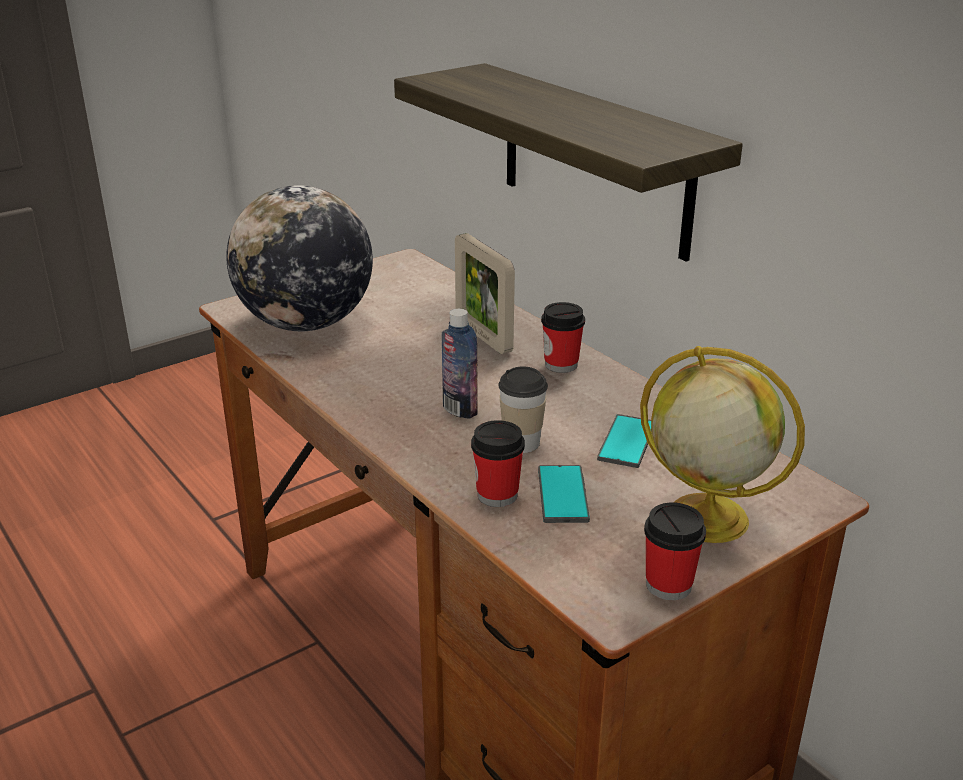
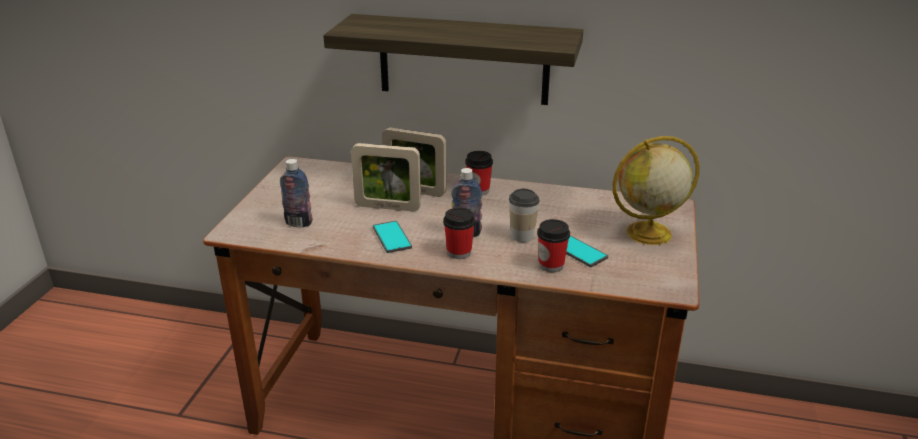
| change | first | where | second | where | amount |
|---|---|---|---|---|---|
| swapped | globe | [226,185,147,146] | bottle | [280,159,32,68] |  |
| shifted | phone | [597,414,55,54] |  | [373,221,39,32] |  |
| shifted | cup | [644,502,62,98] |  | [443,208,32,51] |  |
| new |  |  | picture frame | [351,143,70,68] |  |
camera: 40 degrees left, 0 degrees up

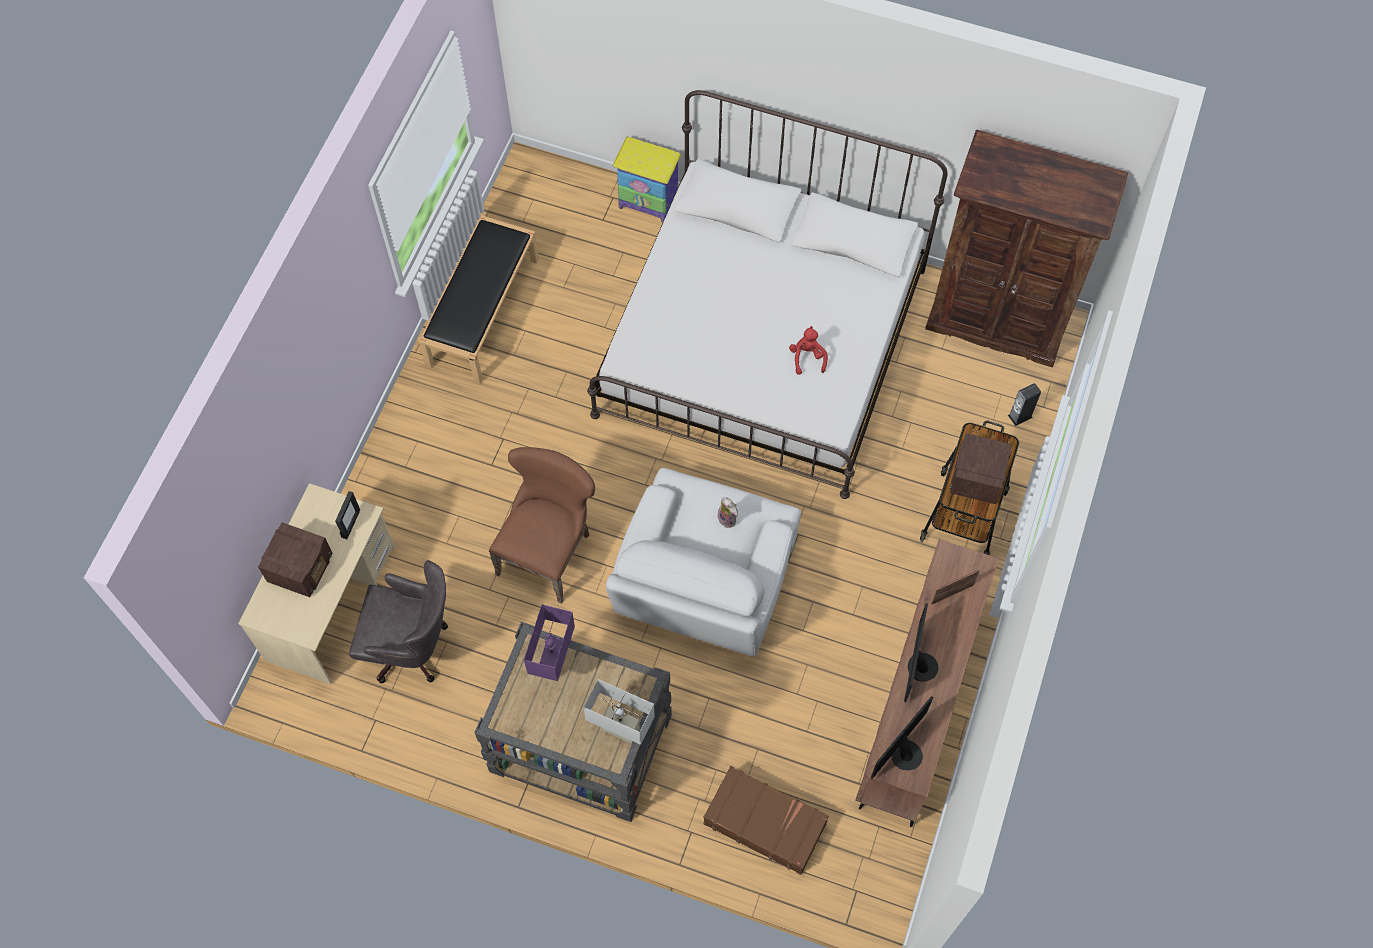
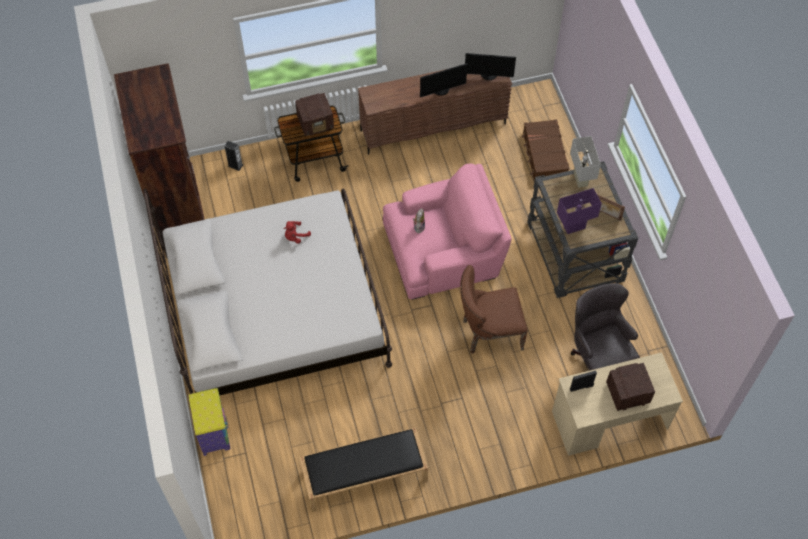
| change | first | where | second | where | amount |
|---|---|---|---|---|---|
| repainted | white armchair | [606,468,195,188] | pink armchair | [383,164,128,136] |  |
| shifted | picture frame | [931,570,49,35] |  | [598,195,27,26] |  |
camera: 125 degrees left, 5 degrees down

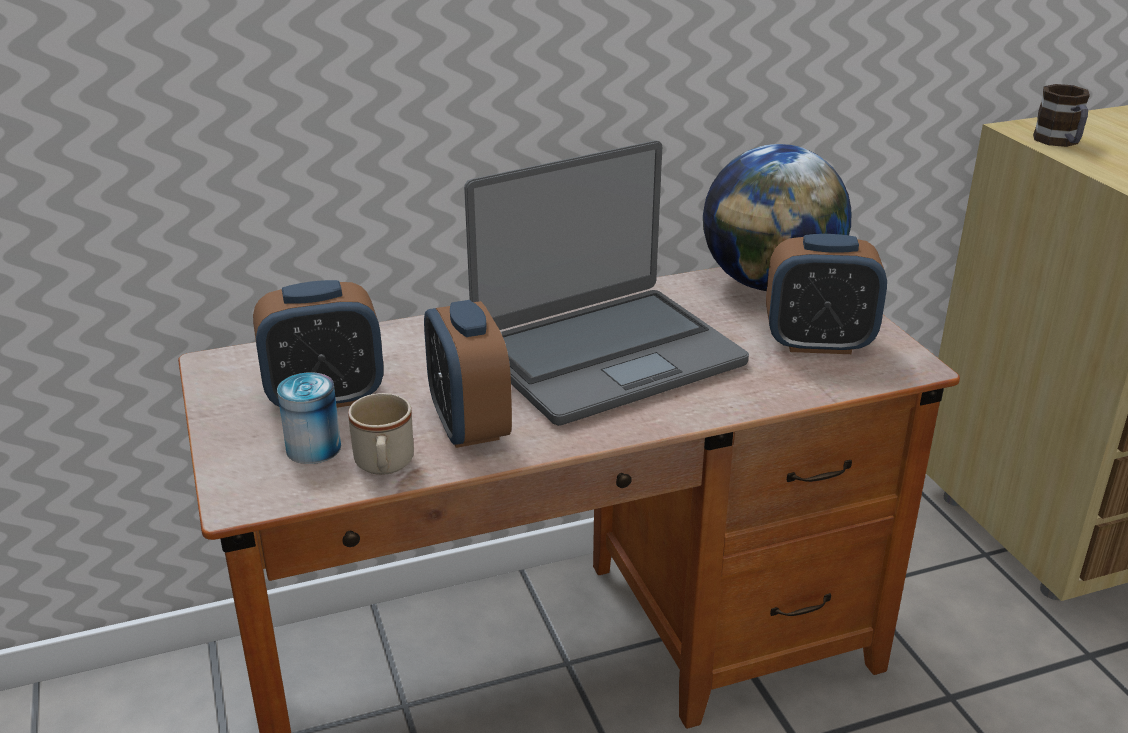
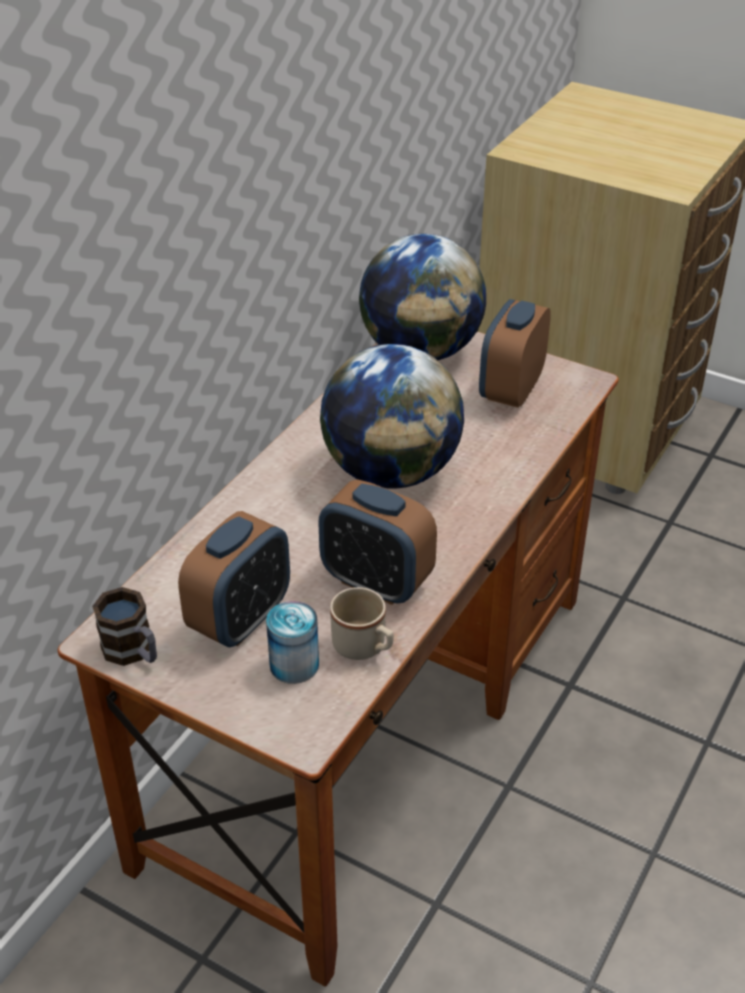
| change | first | where | second | where | amount |
|---|---|---|---|---|---|
| swapped | laptop | [464,141,285,285] | globe | [320,344,144,145] |  |
| rotated | alarm clock | [766,234,121,120] |  | [479,299,72,109] | 150 degrees clockwise |
| shifted | mug | [1033,84,57,63] |  | [92,587,65,79] |  |
camera: 40 degrees left, 10 degrees up

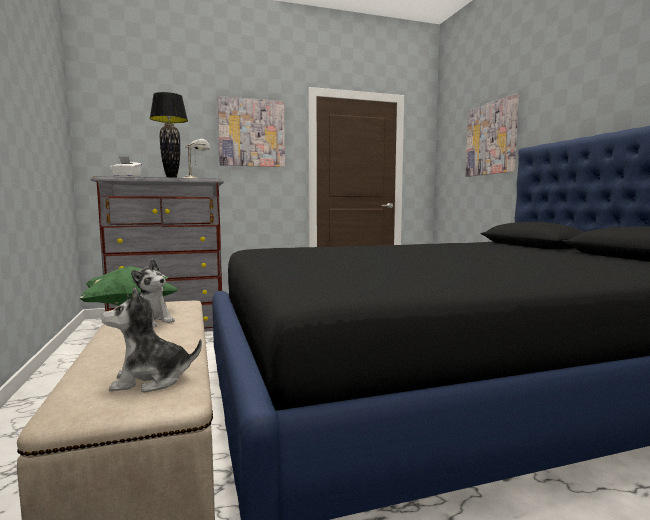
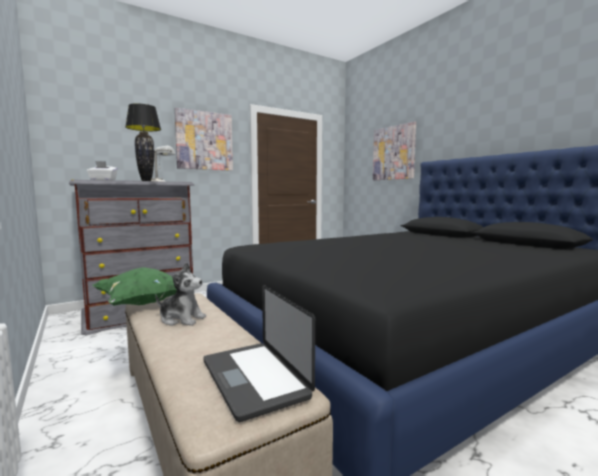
| change | first | where | second | where | amount |
|---|---|---|---|---|---|
| swapped | plush toy | [101,287,101,106] | laptop | [203,285,112,137] |  |
camera: 15 degrees left, 0 degrees up

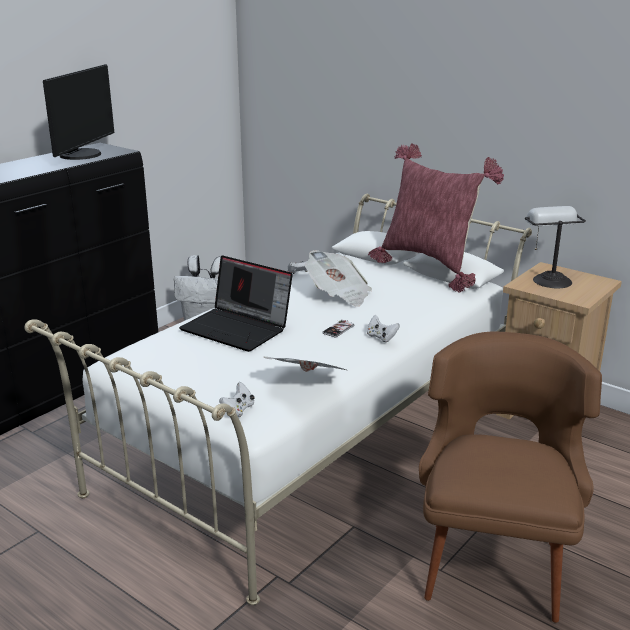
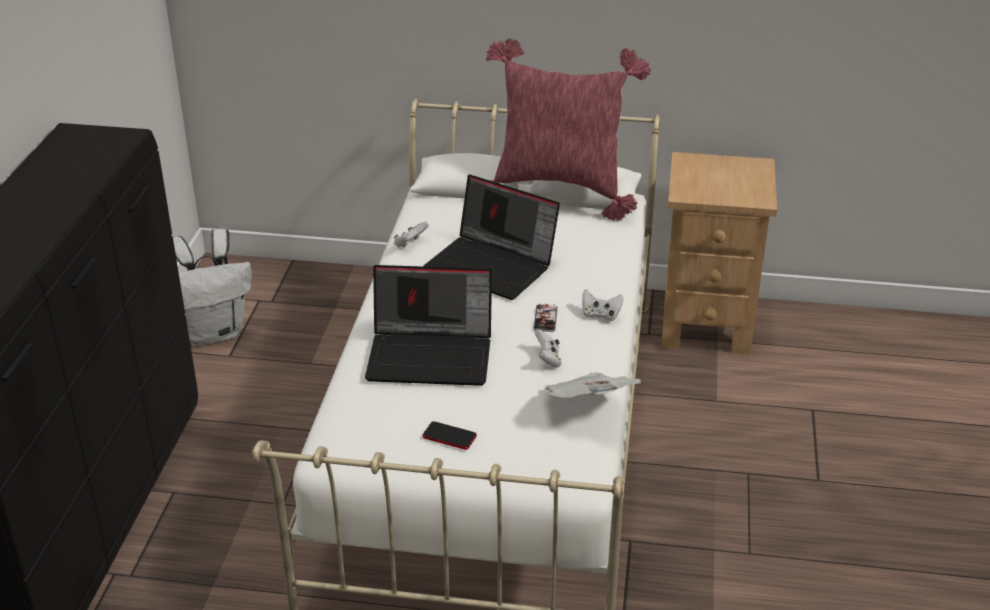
| change | first | where | second | where | amount |
|---|---|---|---|---|---|
| gone | monitor | [43,64,71,96] |  |  |  |
| shifted | white game controller | [219,382,35,35] |  | [535,330,27,38] |  |
| swapped | newspaper | [305,250,67,56] | laptop | [423,174,137,126] |  |
| gone | brown chair | [419,331,183,292] |  |  |  |
| gone | table lamp | [525,206,61,82] |  |  |  |
| new |  |  | phone | [423,421,54,29] |  |
camera: 30 degrees left, 10 degrees up

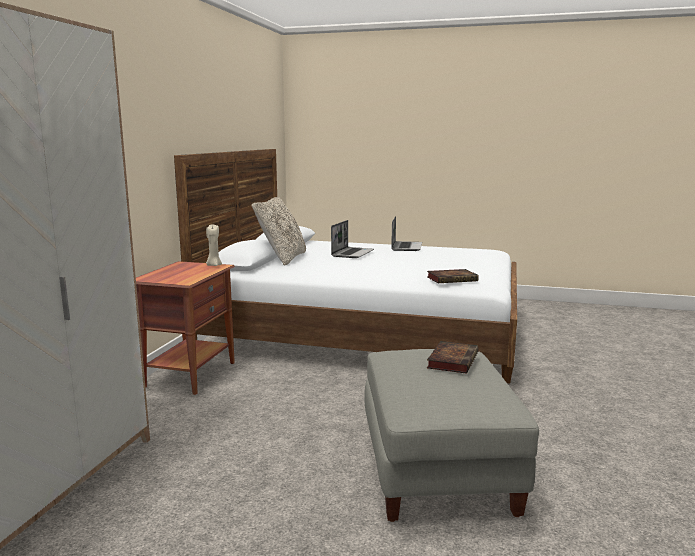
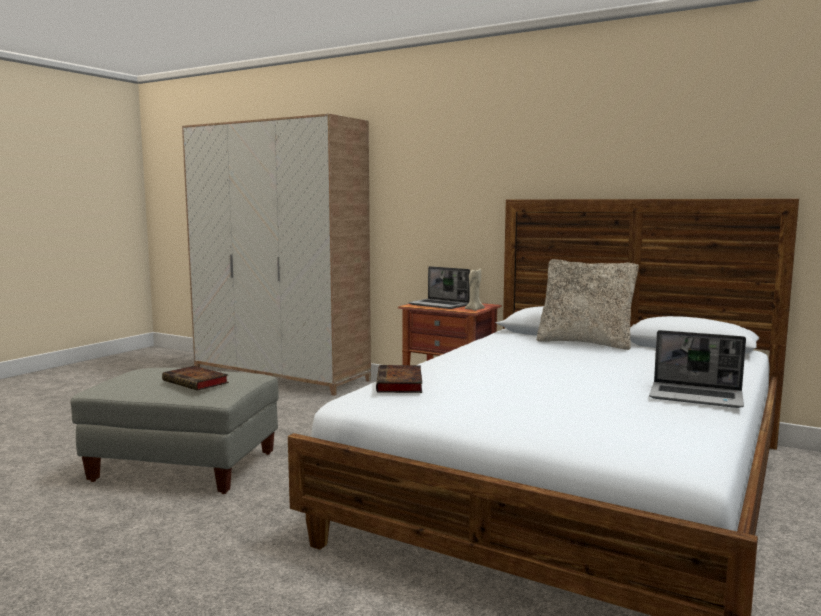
| change | first | where | second | where | amount |
|---|---|---|---|---|---|
| shifted | laptop | [331,220,43,38] |  | [408,266,62,43] |  |
camera: 105 degrees right, 5 degrees down

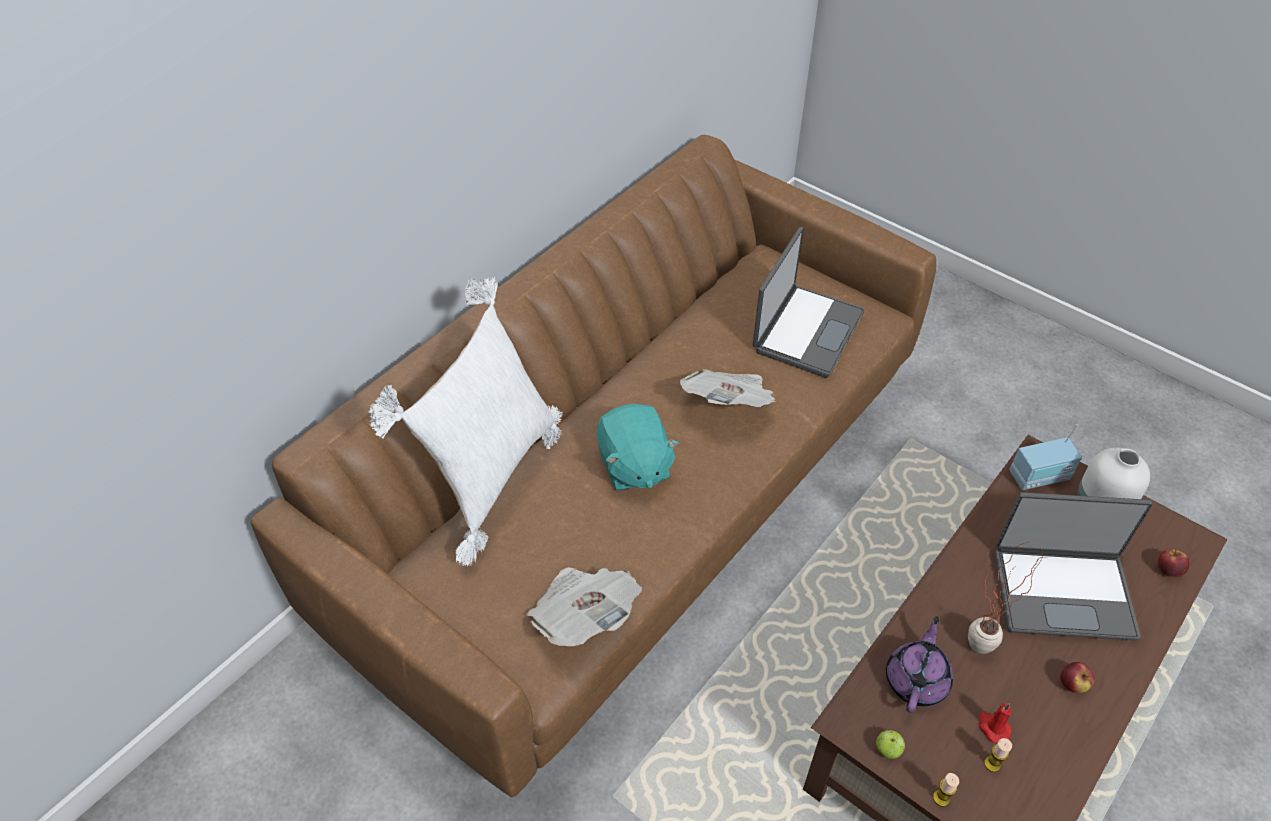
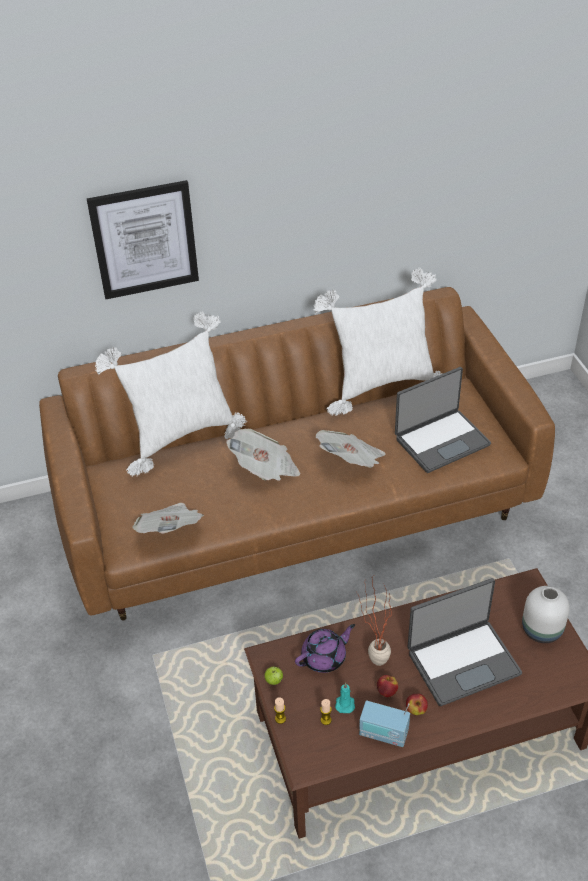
| change | first | where | second | where | amount |
|---|---|---|---|---|---|
| swapped | turquoise plush toy | [596,404,83,87] | newspaper | [226,429,75,52] |  |
| repainted | red candle | [979,703,33,40] | turquoise candle | [335,683,20,30] |  |
| rotated | laptop | [994,492,158,148] |  | [407,578,115,128] | 60 degrees counterclockwise |
| shifted | radio | [1009,424,73,66] |  | [359,700,51,47] |  |
| shifted | apple | [1157,549,32,29] |  | [377,675,21,22] |  |
| new |  |  | picture | [87,180,112,119] |  |
| new |  |  | white pillow | [314,268,128,148] |  |
camera: 35 degrees right, 5 degrees down

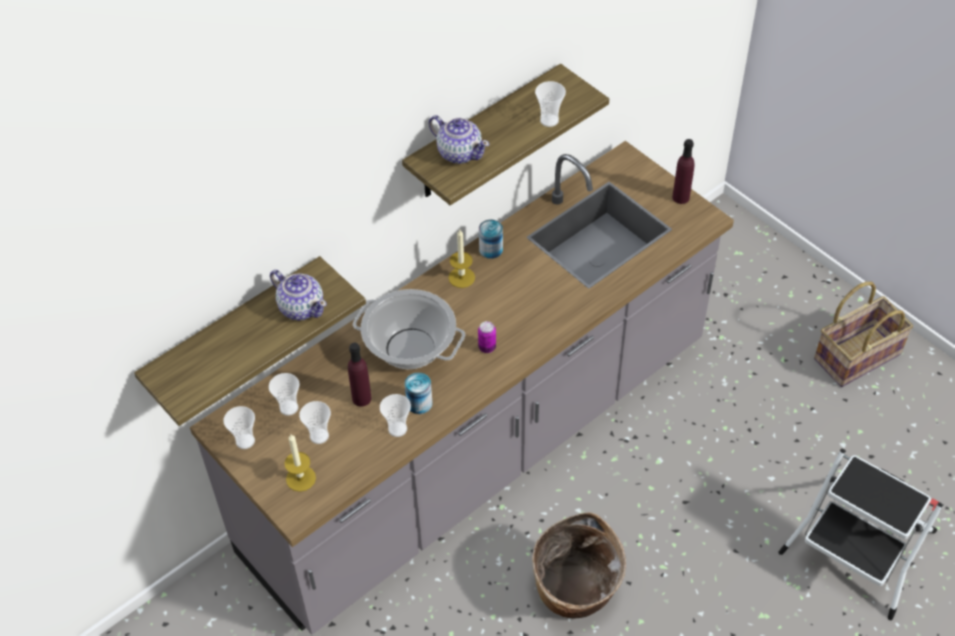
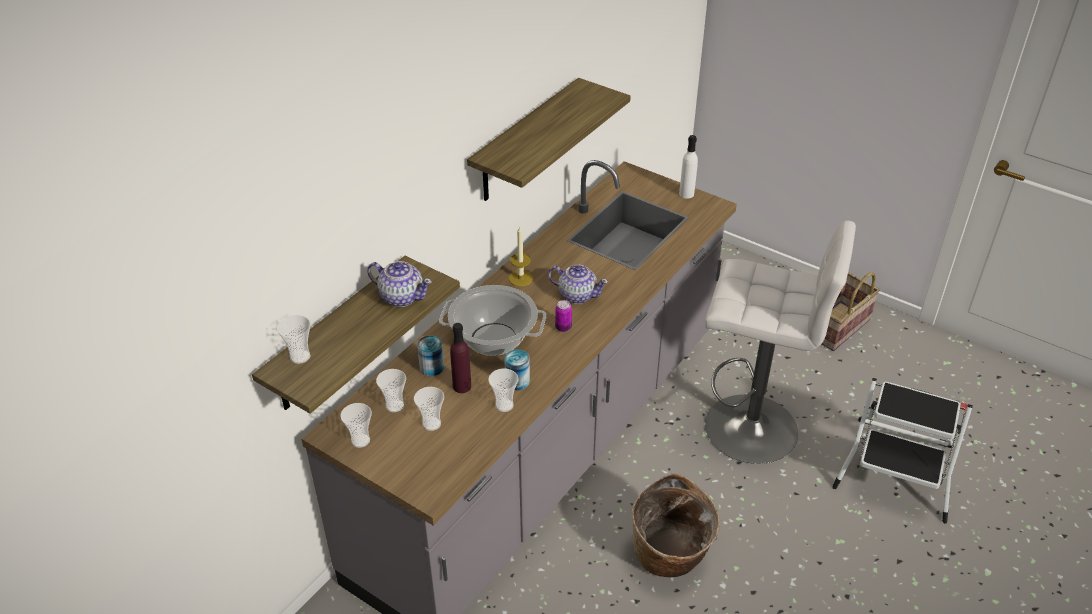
| change | first | where | second | where | amount |
|---|---|---|---|---|---|
| gone | candle | [284,434,32,58] |  |  |  |
| shifted | teapot | [429,115,61,49] |  | [548,265,60,39] |  |
| shifted | can | [479,220,24,39] |  | [417,336,27,40] |  |
| shifted | cup | [535,81,31,46] |  | [277,315,34,49] |  |
| repainted | purple bottle | [672,139,22,65] | white bottle | [679,135,19,64] |  |
| new |  |  | white stool | [705,220,151,244] |  |
camera: 15 degrees left, 10 degrees down

